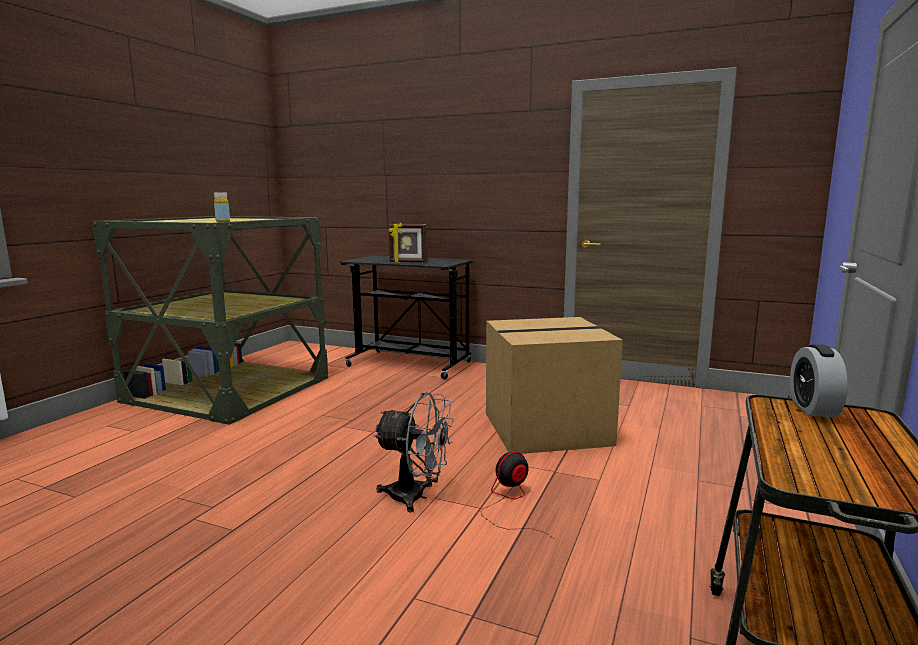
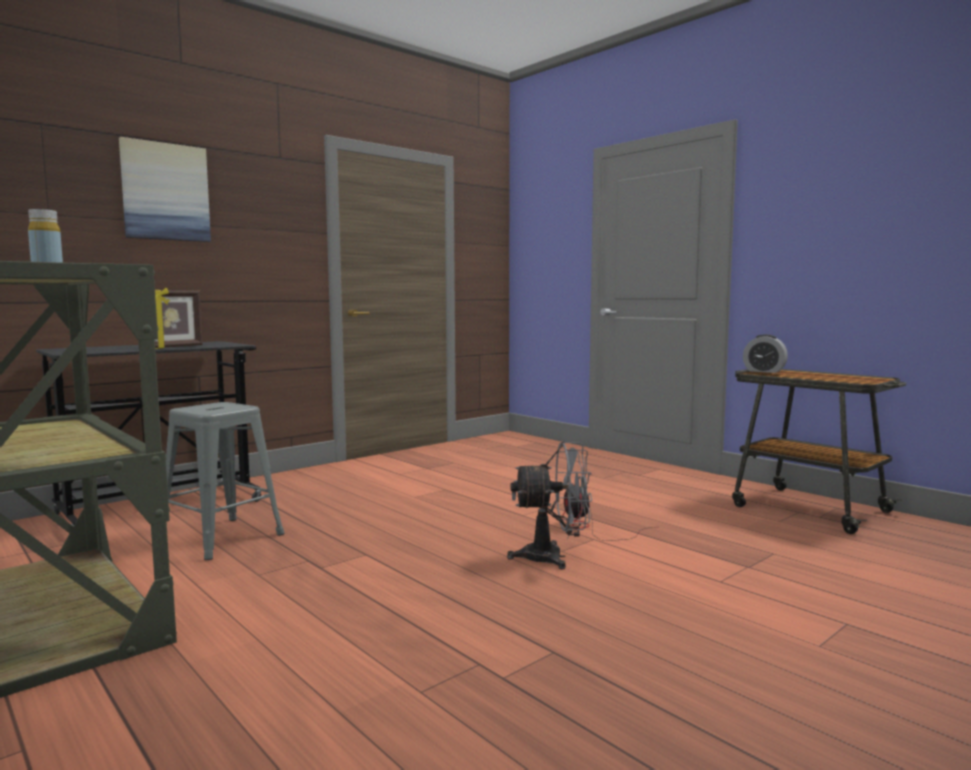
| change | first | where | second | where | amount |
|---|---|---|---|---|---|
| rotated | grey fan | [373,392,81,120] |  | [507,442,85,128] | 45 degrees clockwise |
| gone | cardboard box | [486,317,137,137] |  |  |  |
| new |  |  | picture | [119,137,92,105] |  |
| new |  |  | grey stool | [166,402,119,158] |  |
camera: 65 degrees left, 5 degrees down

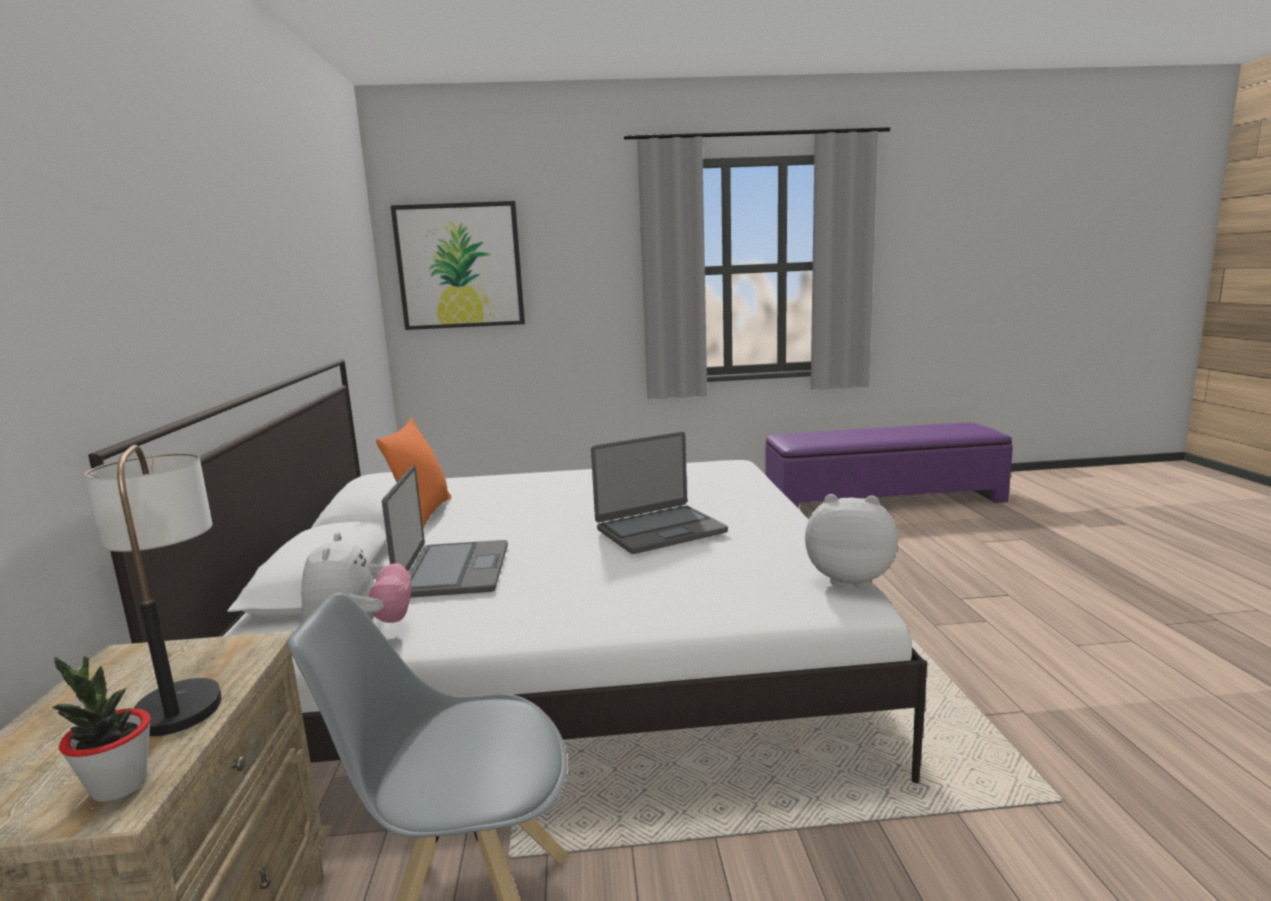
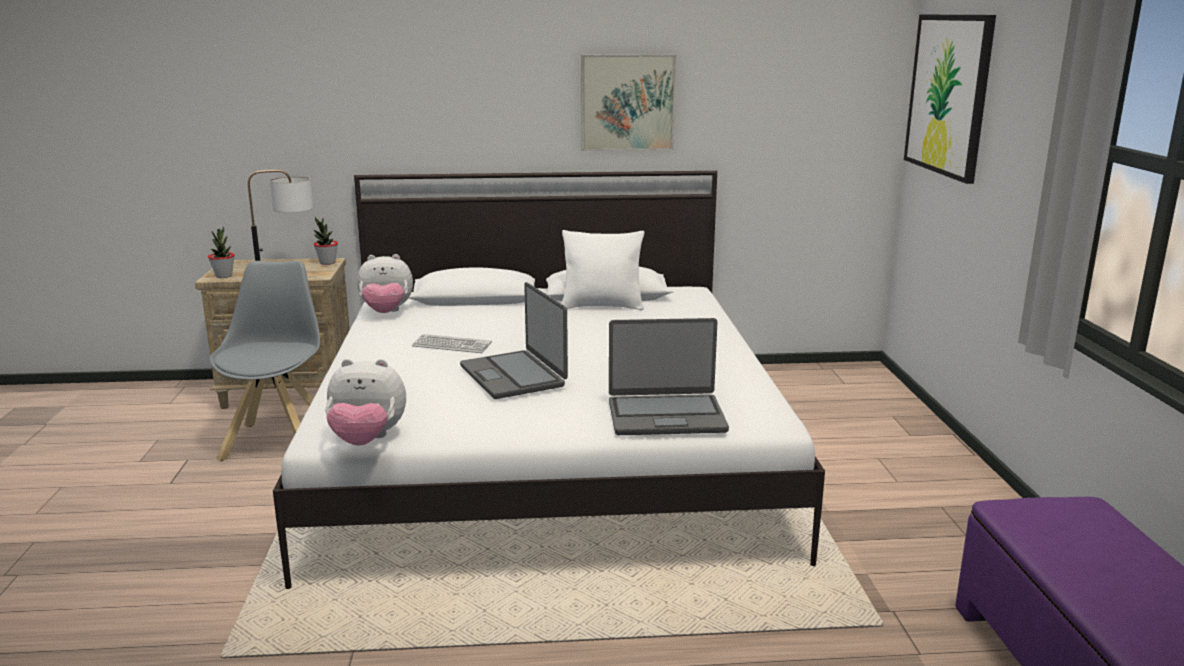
| change | first | where | second | where | amount |
|---|---|---|---|---|---|
| repainted | orange pillow | [376,418,75,110] | white pillow | [561,230,83,80] |  |
| shifted | laptop | [382,465,126,132] |  | [609,318,120,117] |  |
| rotated | plush toy | [805,494,93,94] |  | [325,359,81,87] | 75 degrees clockwise |
| new |  |  | potted plant | [313,217,25,48] |  |
| new |  |  | keyboard | [412,334,80,19] |  |
| new |  |  | picture | [581,54,95,97] |  |
camera: 90 degrees right, 5 degrees up

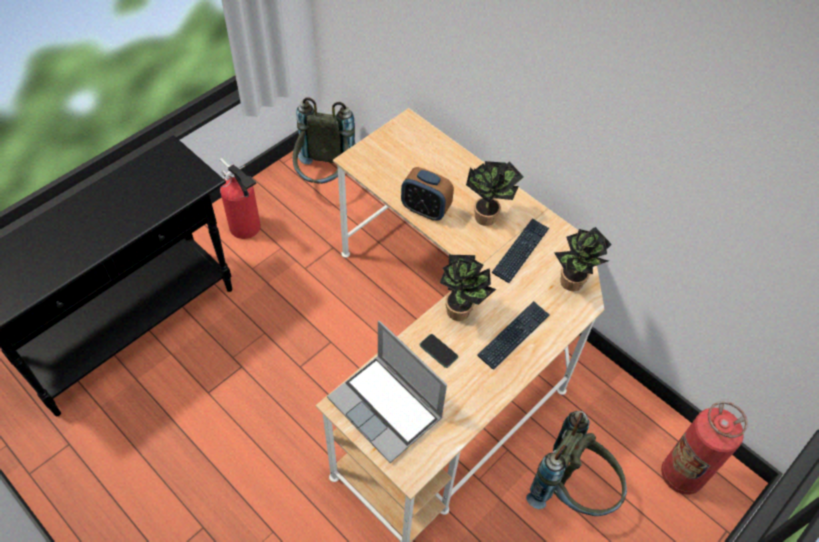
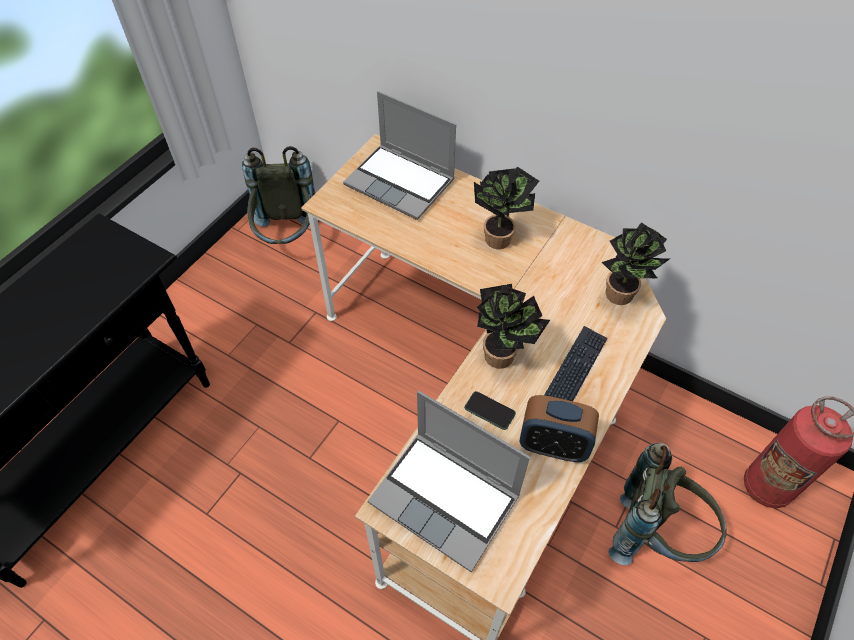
| change | first | where | second | where | amount |
|---|---|---|---|---|---|
| gone | fire extinguisher | [220,158,41,81] |  |  |  |
| shifted | alarm clock | [401,167,53,54] |  | [520,395,79,67] |  |
| gone | keyboard | [492,218,57,65] |  |  |  |
| new |  |  | laptop | [343,91,113,129] |  |
camera: 10 degrees left, 0 degrees up

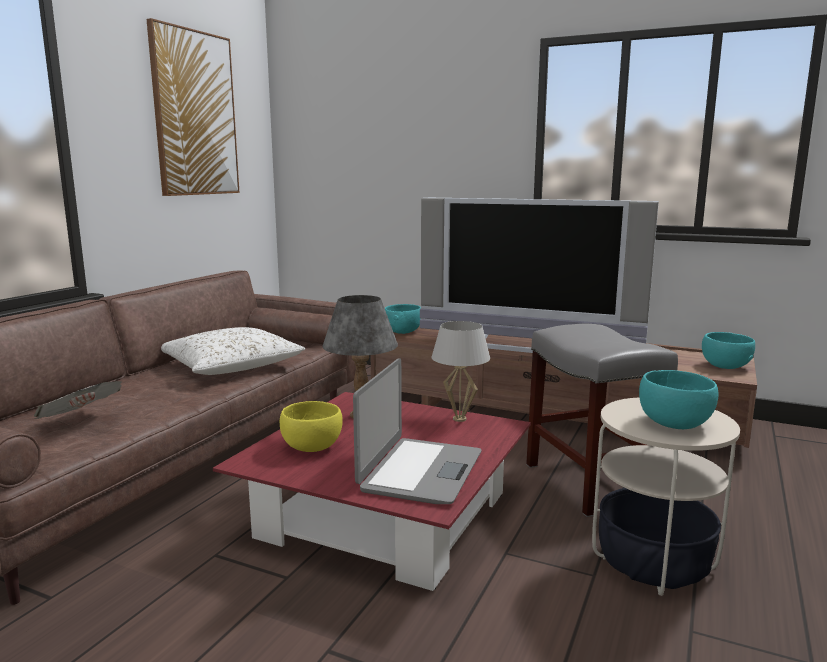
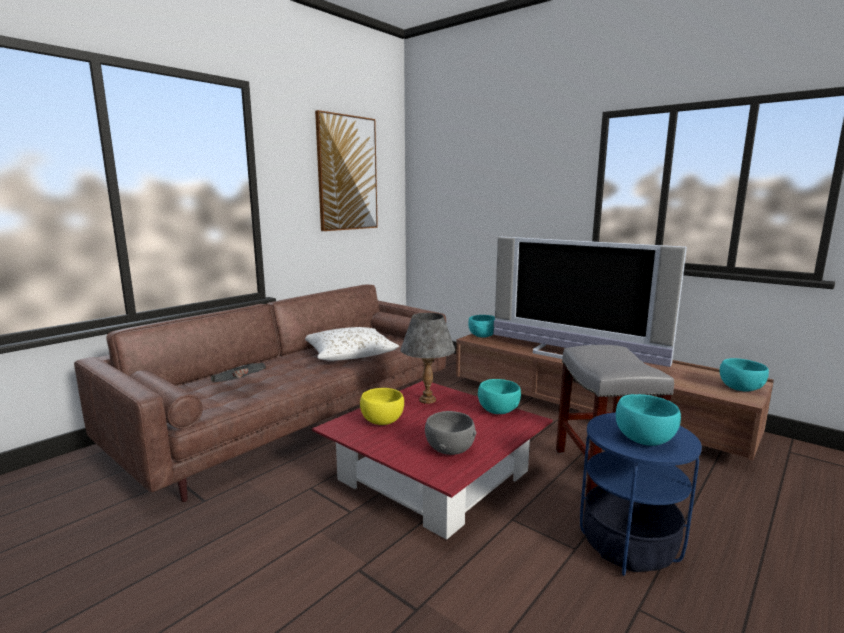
| change | first | where | second | where | amount |
|---|---|---|---|---|---|
| swapped | laptop | [353,358,129,146] | grey bowl | [425,411,51,44] |  |
| swapped | white table lamp | [432,321,58,101] | turquoise bowl | [478,379,43,35] |  |
| repainted | beige side table | [592,398,148,198] | blue side table | [580,413,122,163] |  |
camera: 15 degrees right, 0 degrees up

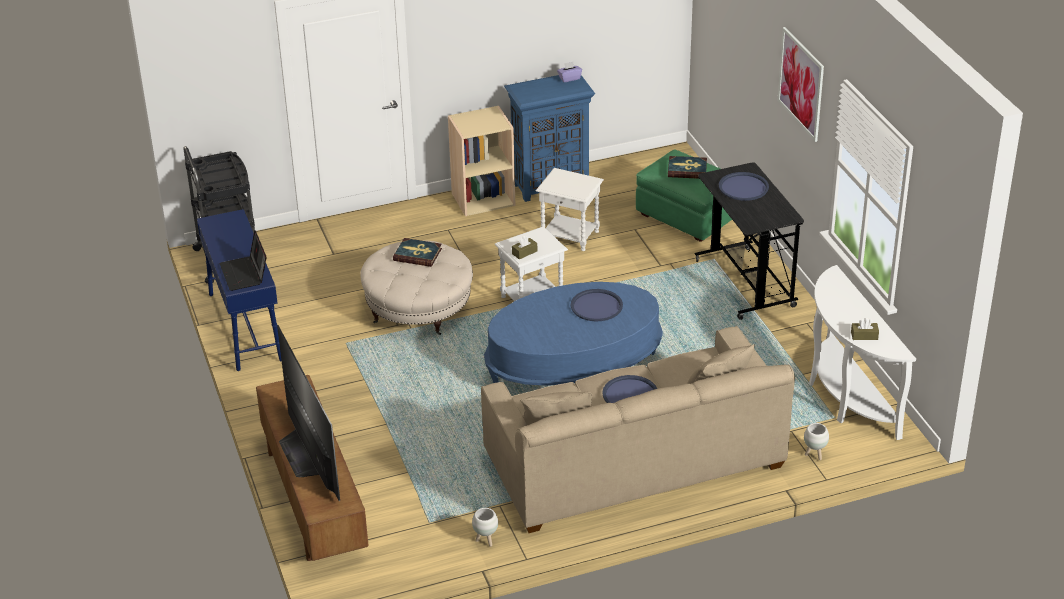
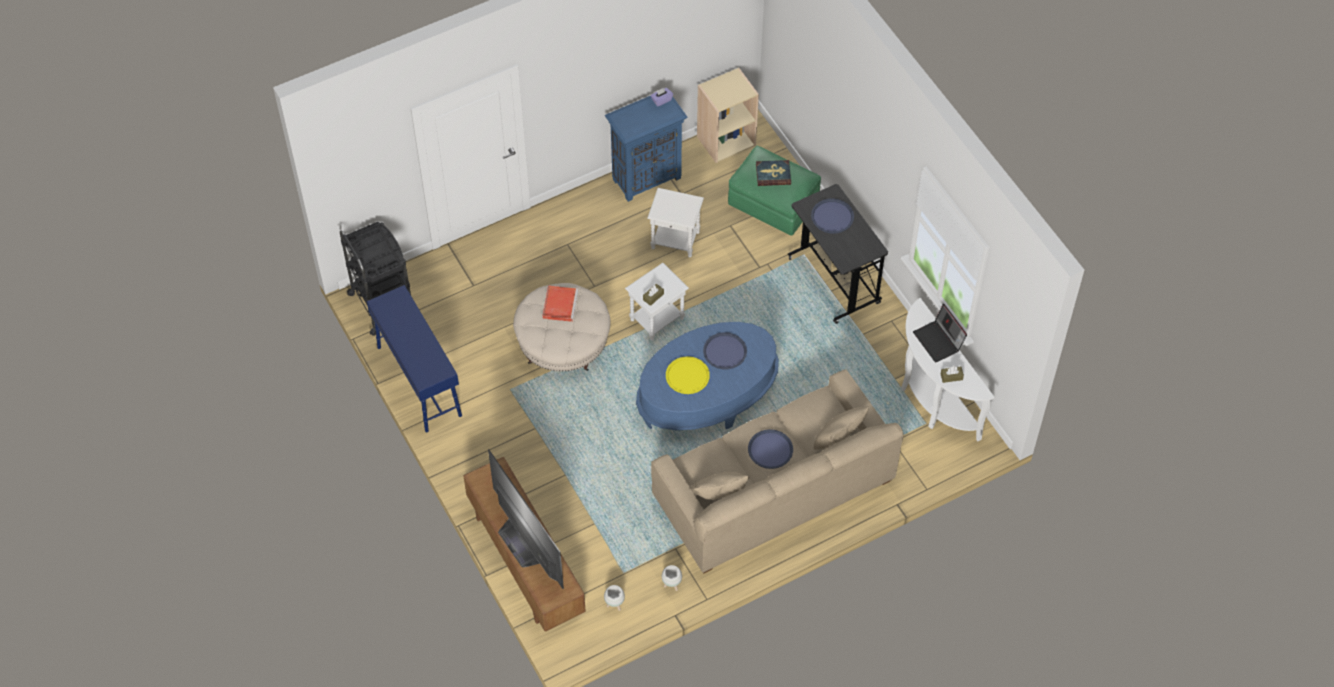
| change | first | where | second | where | amount |
|---|---|---|---|---|---|
| shifted | laptop | [219,230,48,61] |  | [913,304,54,59] |  |
| swapped | book | [393,238,49,29] | red tray | [542,286,36,36] |  |
| shifted | beige bookcase | [448,106,68,110] |  | [697,68,62,95] |  |
| gone | picture | [778,27,46,115] |  |  |  |
| shifted | white planter | [804,423,25,37] |  | [604,585,21,26] |  |
| new |  |  | yellow tray | [666,356,44,38] |  |
camera: 10 degrees left, 20 degrees up

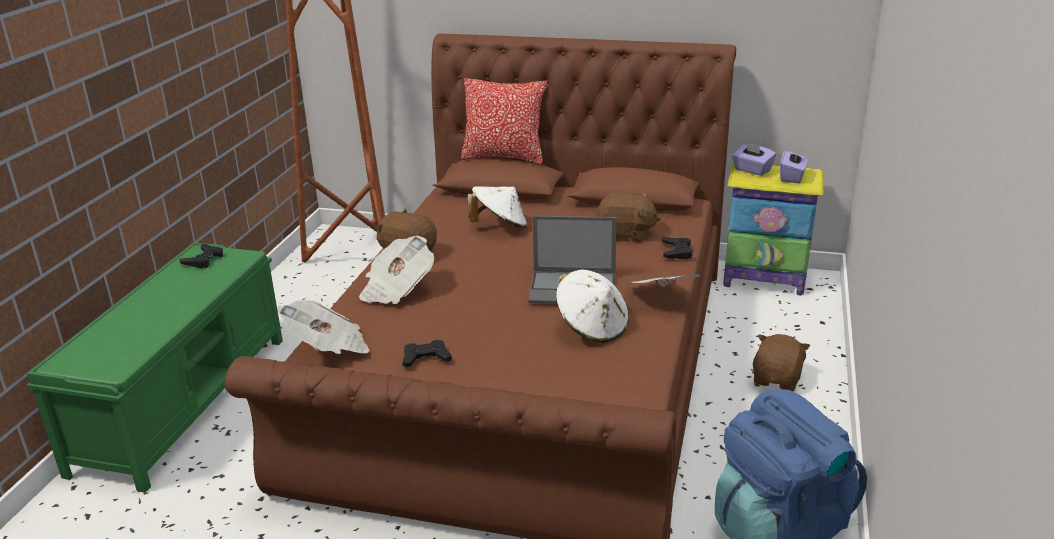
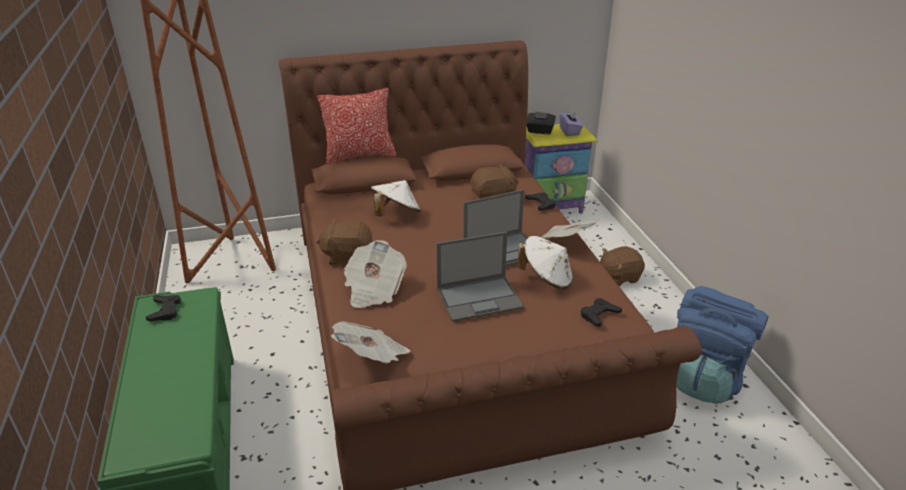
| change | first | where | second | where | amount |
|---|---|---|---|---|---|
| shifted | black game controller | [402,340,50,28] |  | [581,298,41,29] |  |
| repainted | purple tissue box | [732,142,44,34] | black tissue box | [527,111,29,23] |  |
| rotated | brown plush toy | [753,334,57,57] |  | [600,246,45,40] | 105 degrees counterclockwise |
| new |  |  | laptop | [437,232,87,90] |  |
camera: 30 degrees left, 5 degrees up

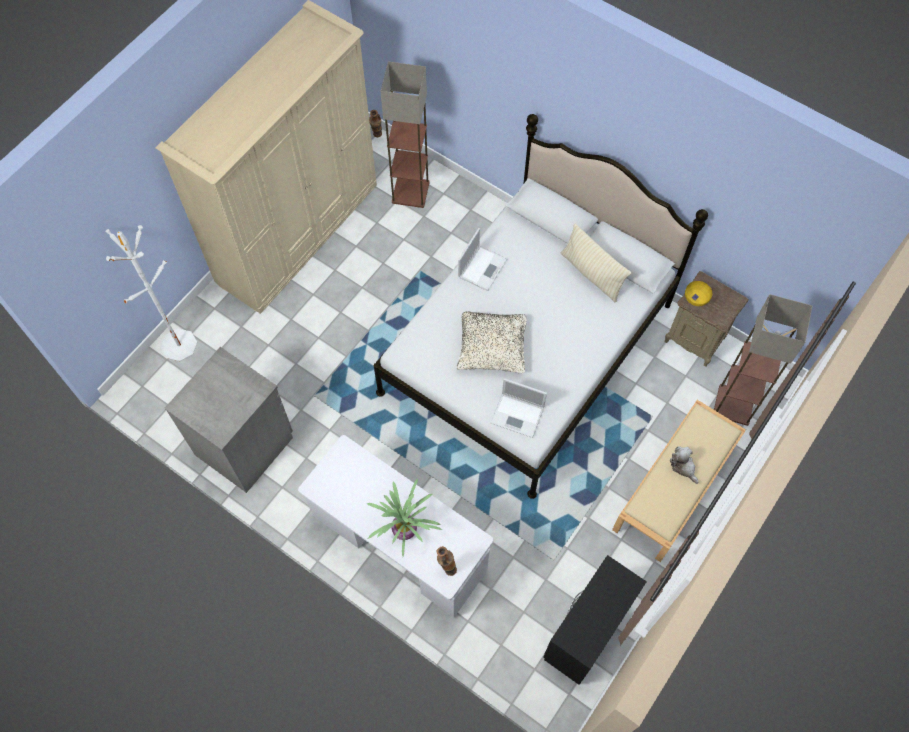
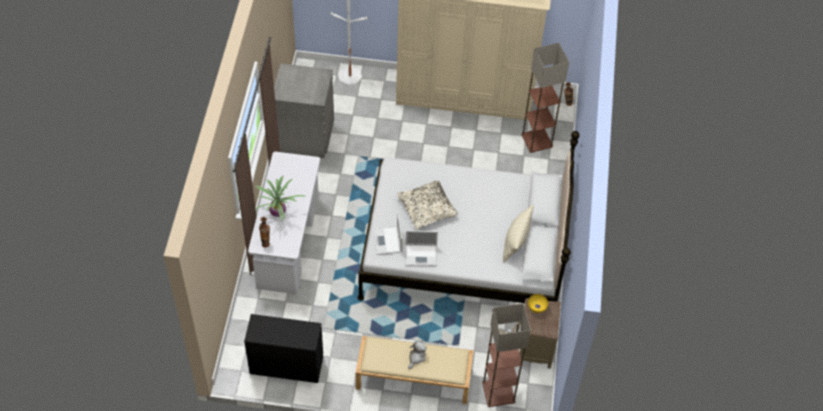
| change | first | where | second | where | amount |
|---|---|---|---|---|---|
| shifted | laptop | [458,228,49,63] |  | [405,230,33,36] |  |
camera: 60 degrees right, 10 degrees down

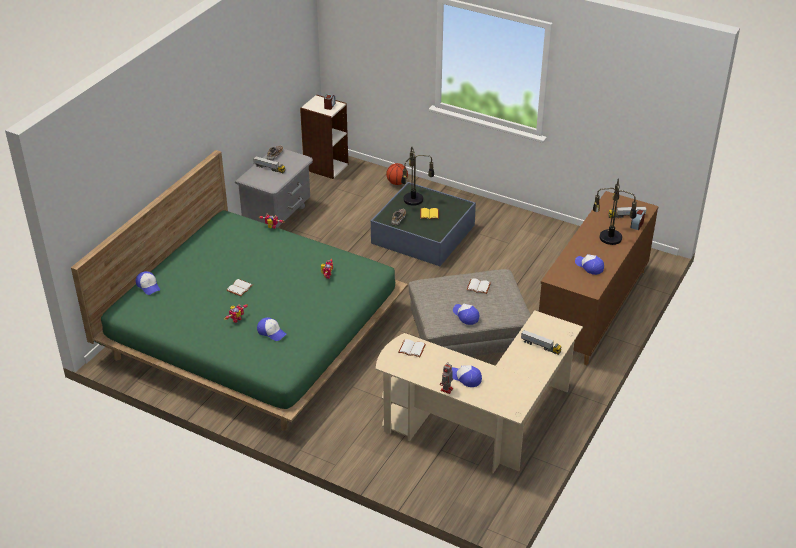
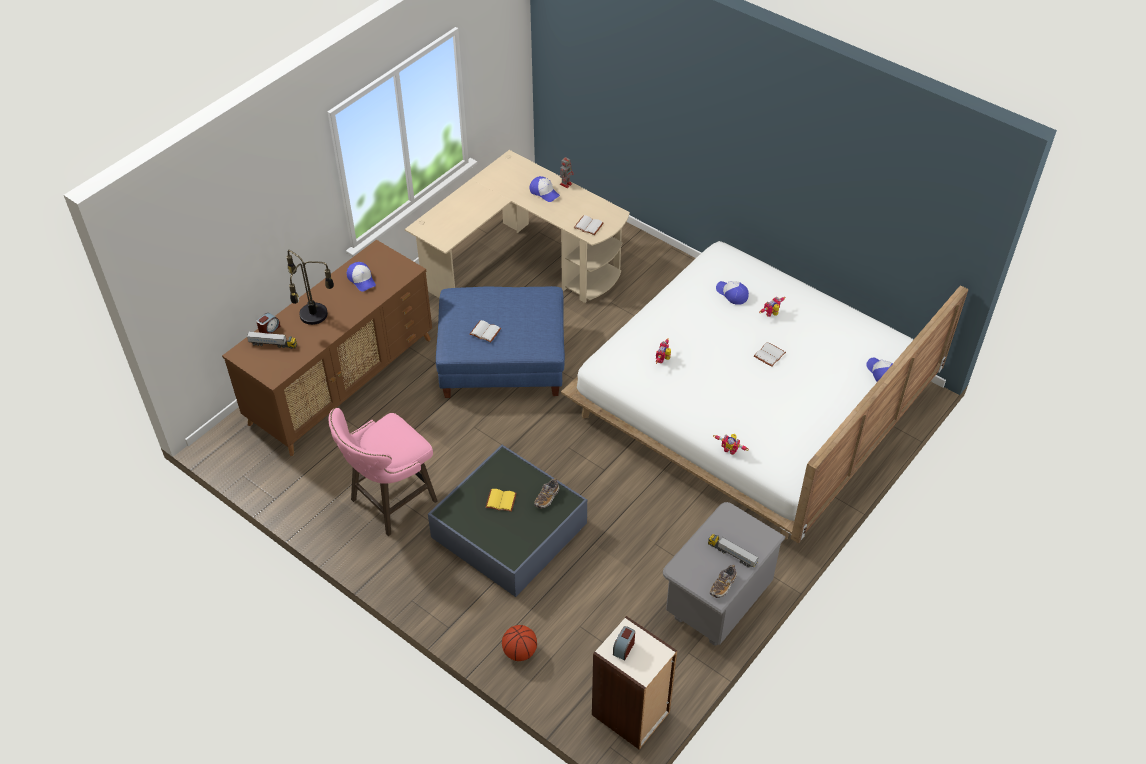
| change | first | where | second | where | amount |
|---|---|---|---|---|---|
| repainted | green bed | [71,150,337,281] | white bed | [561,241,408,302] |  |
| gone | table lamp | [401,146,33,60] |  |  |  |
| repainted | grey ottoman | [409,269,122,88] | blue ottoman | [436,286,129,112] |  |
| gone | cap | [453,304,26,21] |  |  |  |
| gone | toy truck | [521,330,40,25] |  |  |  |
| new |  |  | pink stool | [329,408,108,128] |  |
camera: 170 degrees left, 10 degrees up

